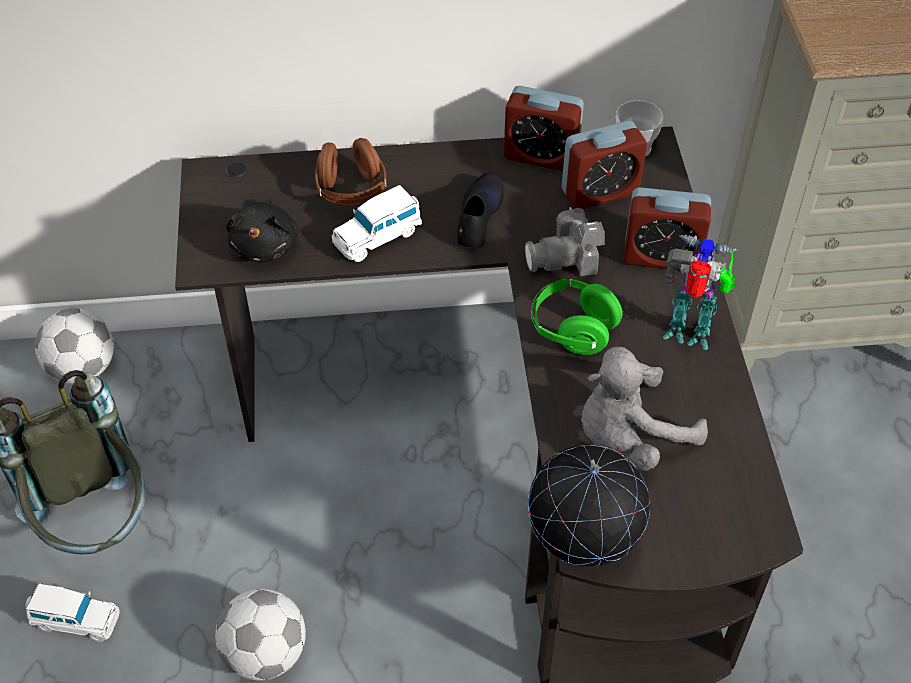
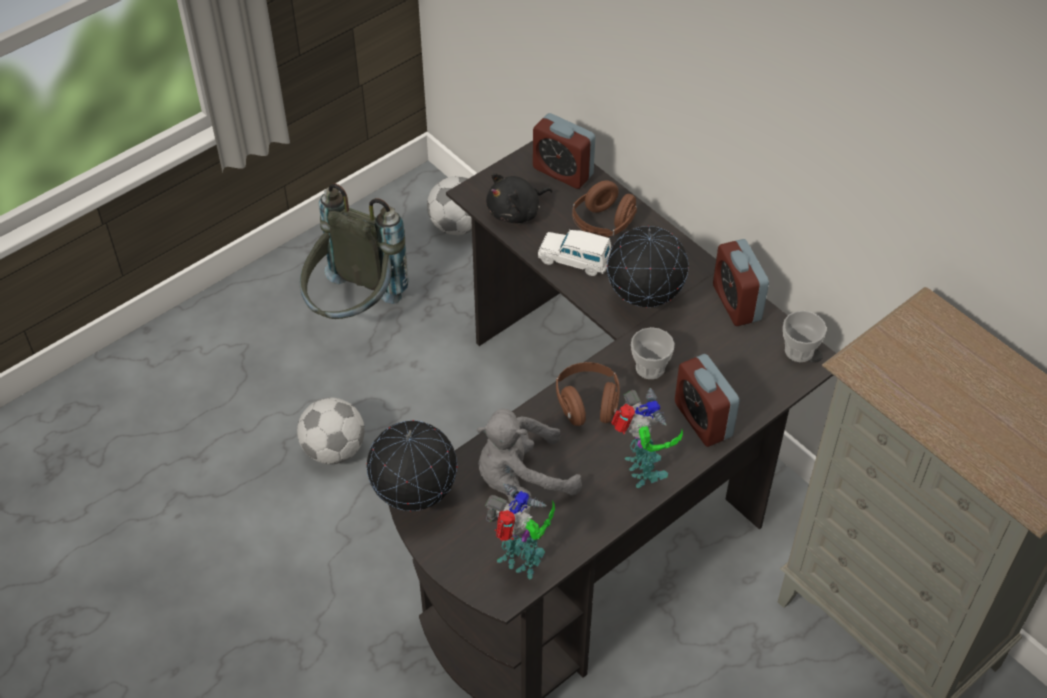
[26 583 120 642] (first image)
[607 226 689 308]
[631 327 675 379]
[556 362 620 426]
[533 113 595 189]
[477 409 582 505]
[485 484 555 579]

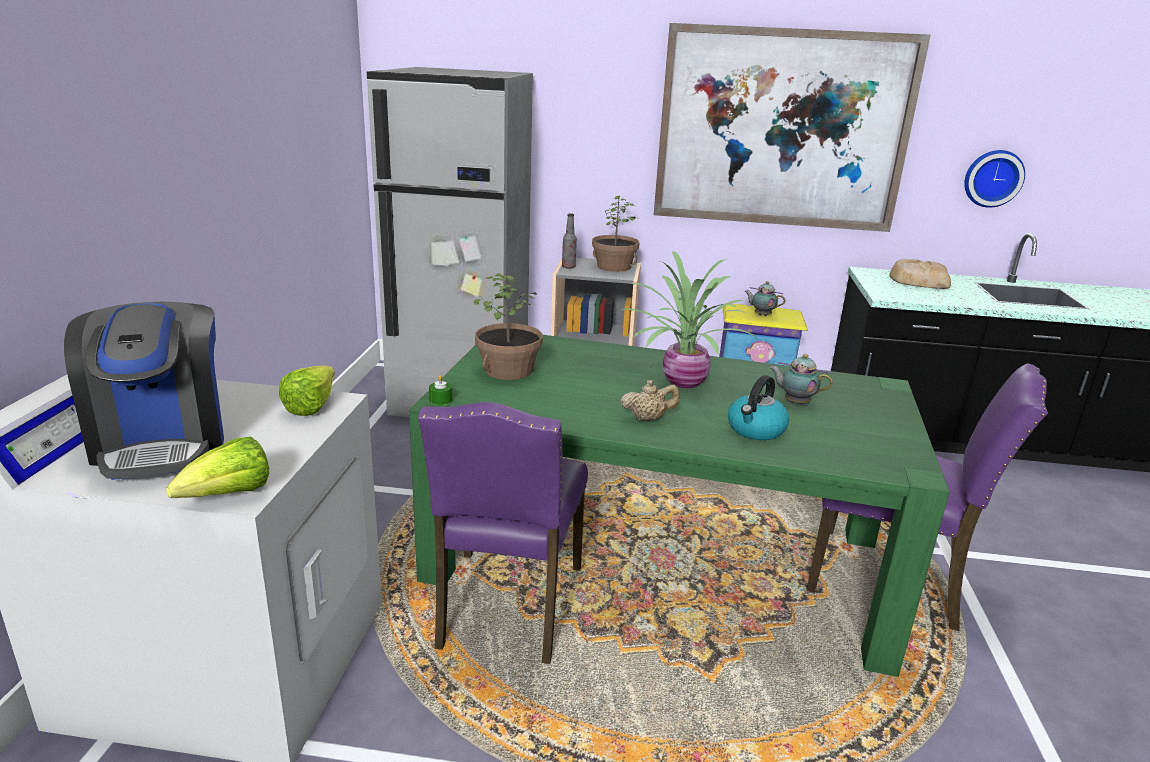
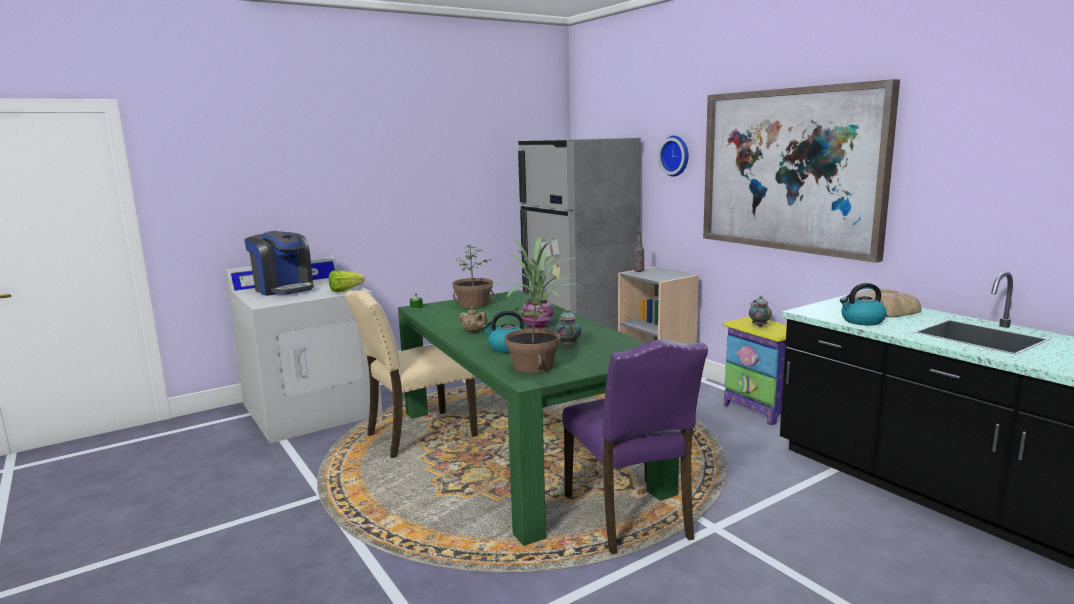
[244 231 314 296]
[166 437 269 498] (first image)
[344 290 478 458]
[505 285 561 373]
[658 136 689 176]
[840 283 887 325]

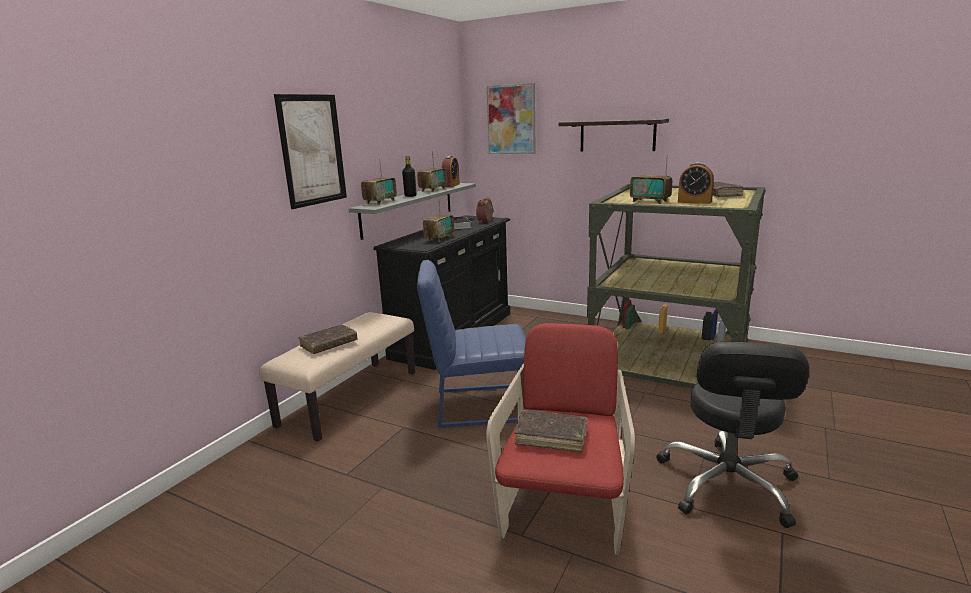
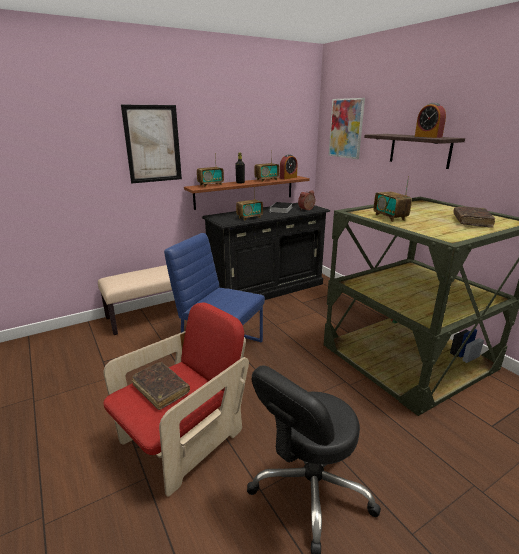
[299 325 358 354] (first image)
[184 176 310 210]
[415 103 446 138]

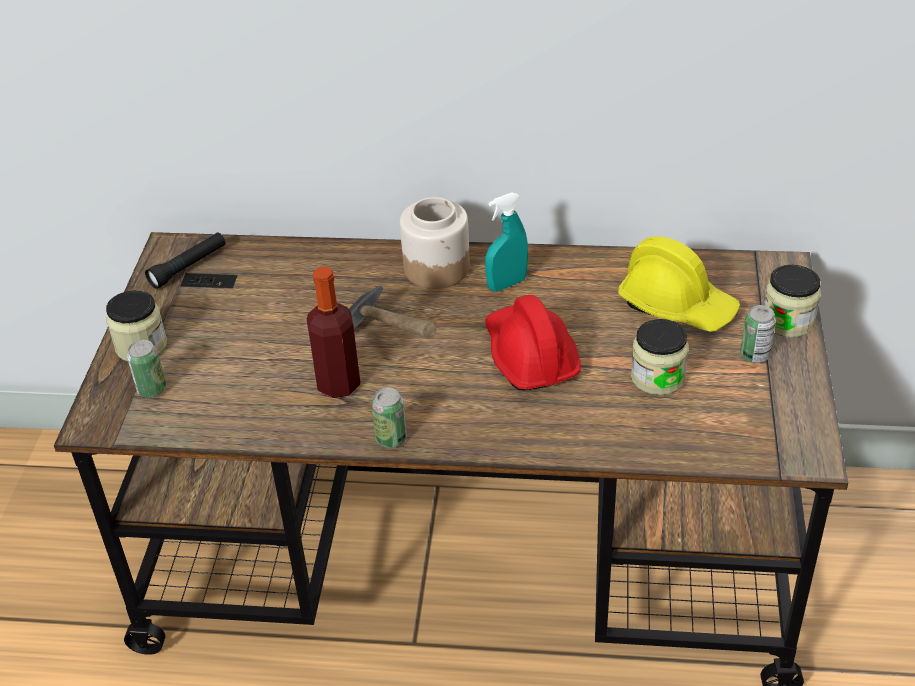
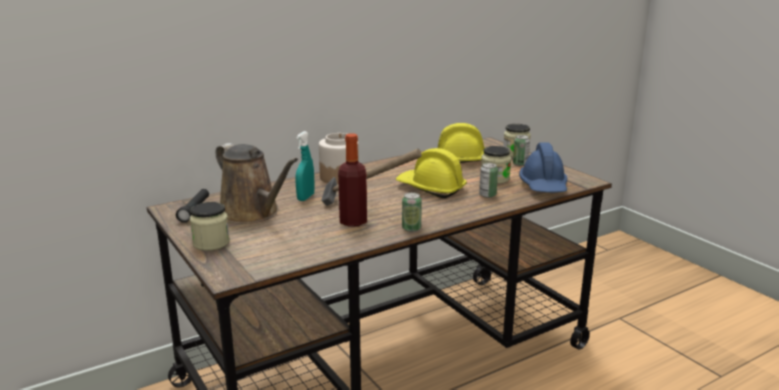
[479 163 498 198]
[295 131 315 201]
[396 148 467 198]
[216 143 298 224]
[519 142 567 193]

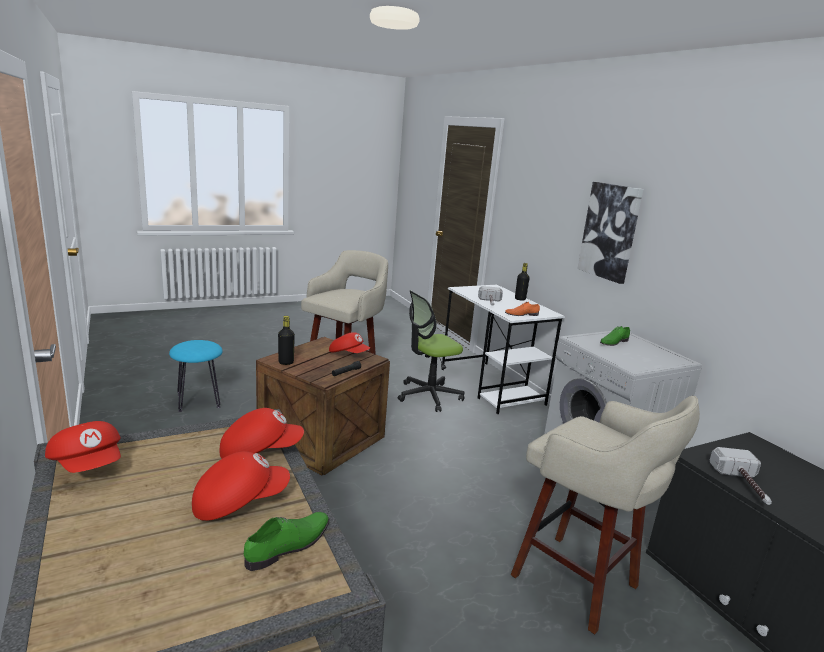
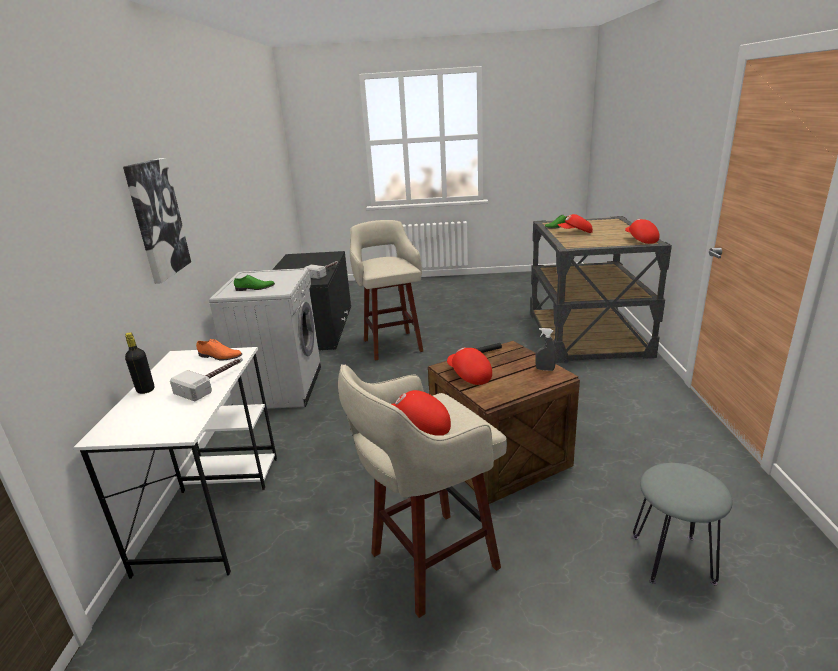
[632 463 733 585]
[392 390 451 436]
[535 328 556 371]
[398 290 464 412] (first image)

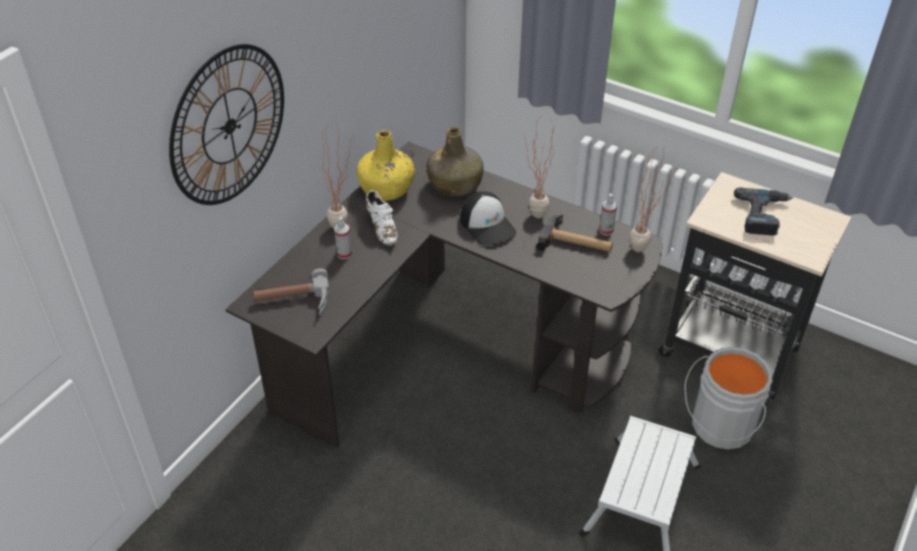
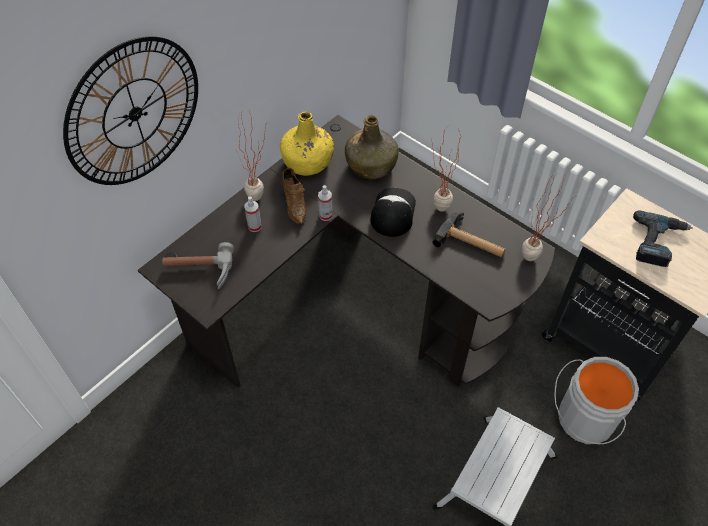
[282 168 307 224]
[371 188 416 237]
[318 185 333 221]

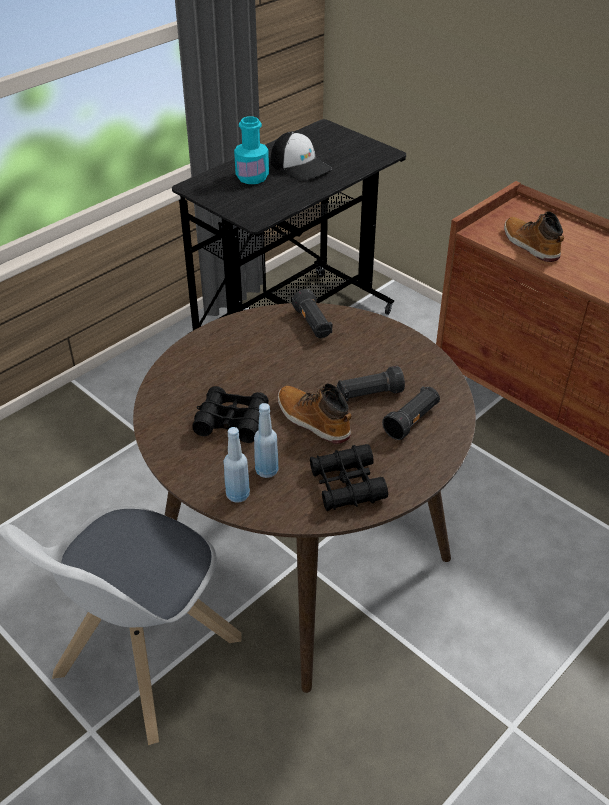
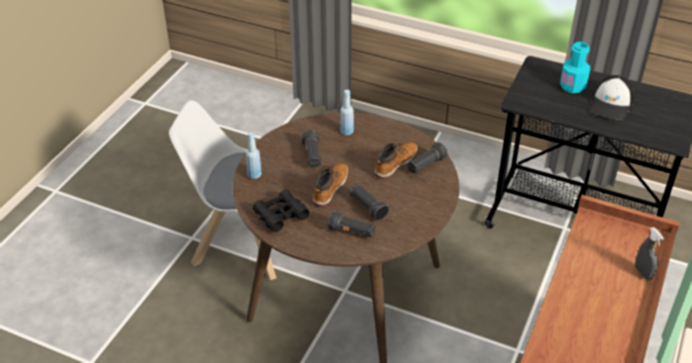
[302 130 322 168]
[340 90 354 135]
[374 142 417 179]
[635 227 664 280]

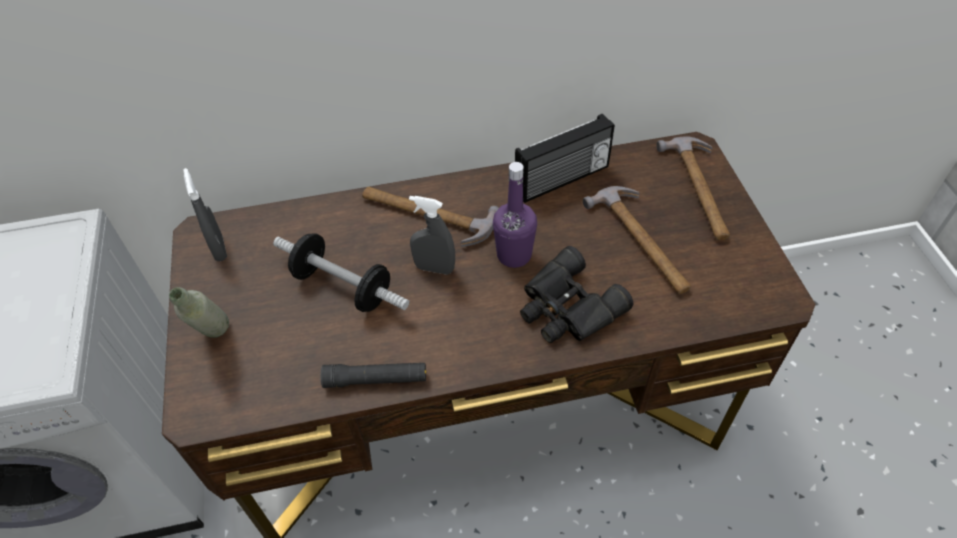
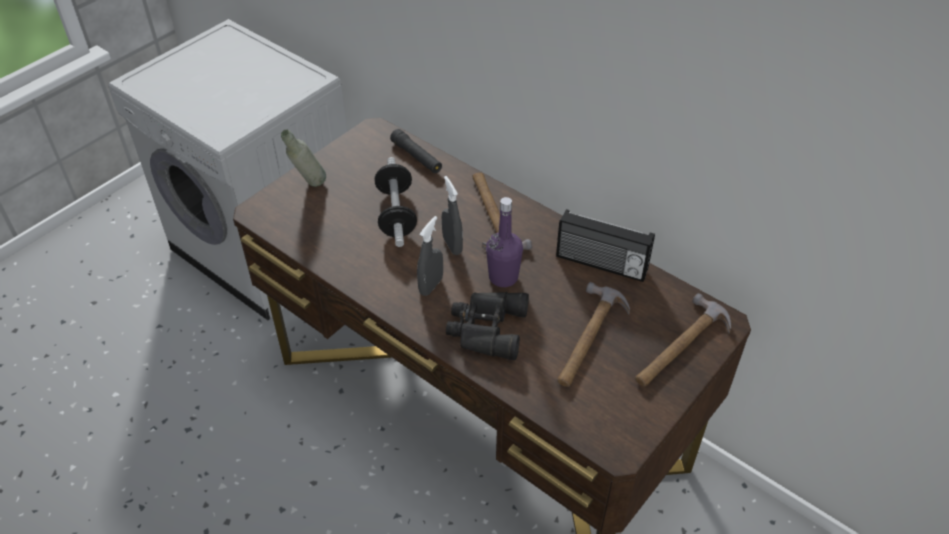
[417 216 443 296]
[390 129 442 173]

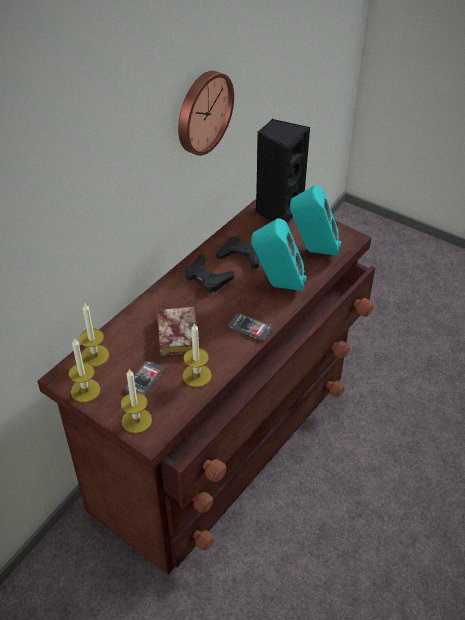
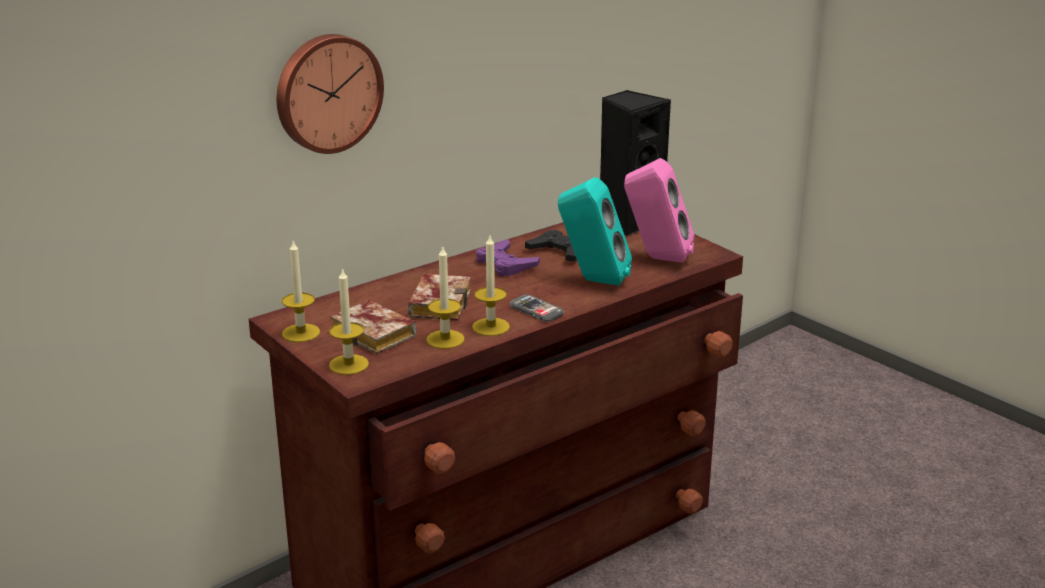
[472 236 510 336]
[330 300 416 354]
[277 34 384 154]
[476 239 540 277]
[624 158 694 263]

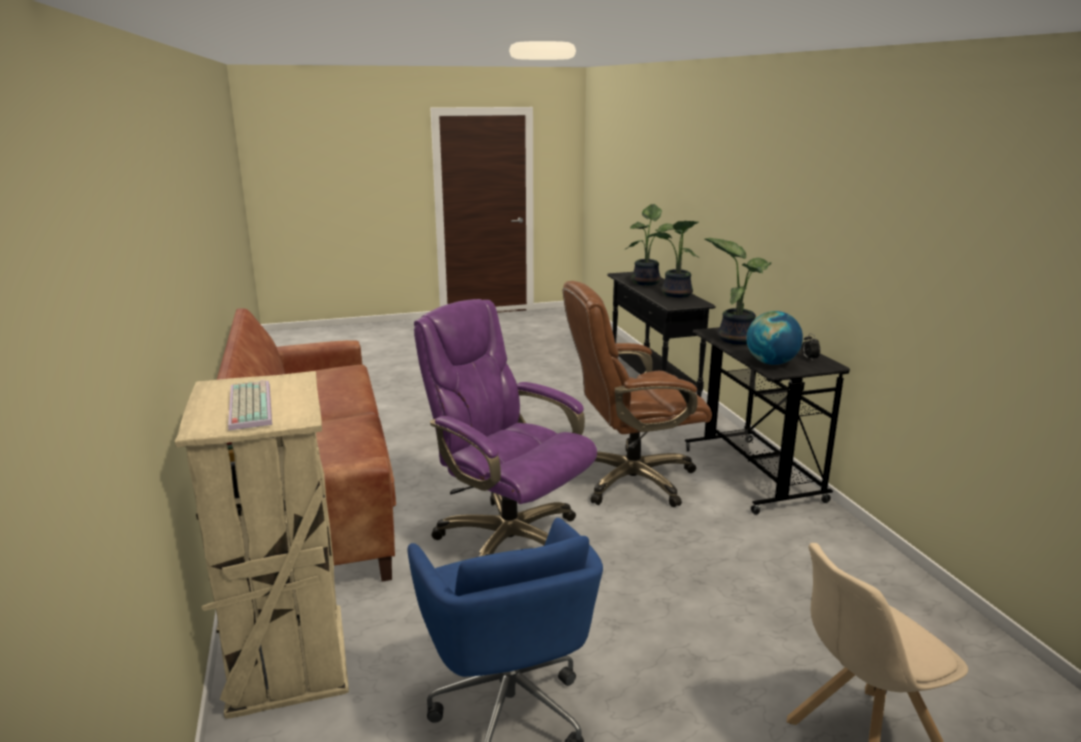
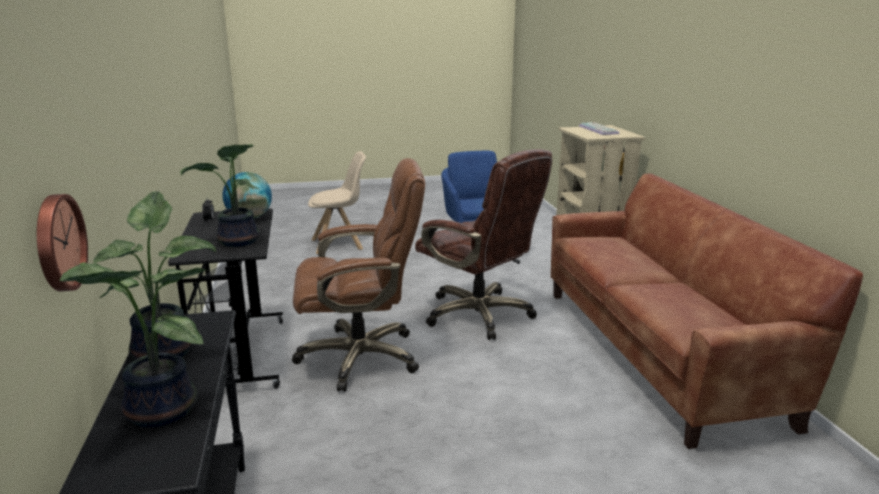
[415 149 552 340]
[37 194 88 292]

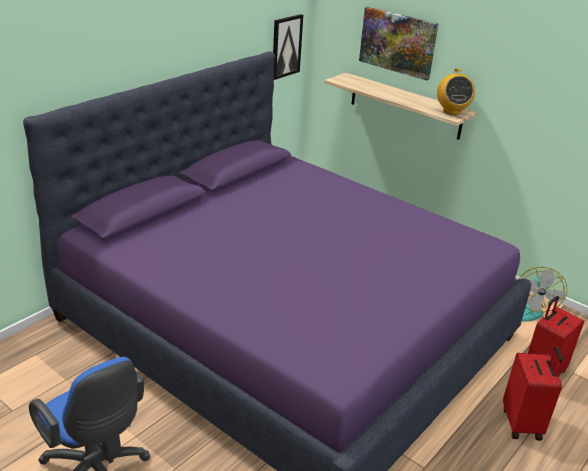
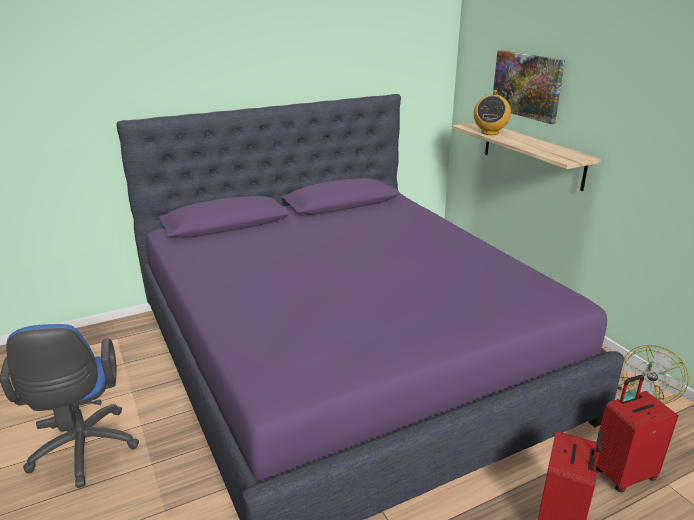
[273 14 303 80] (first image)
[473 90 511 135]

